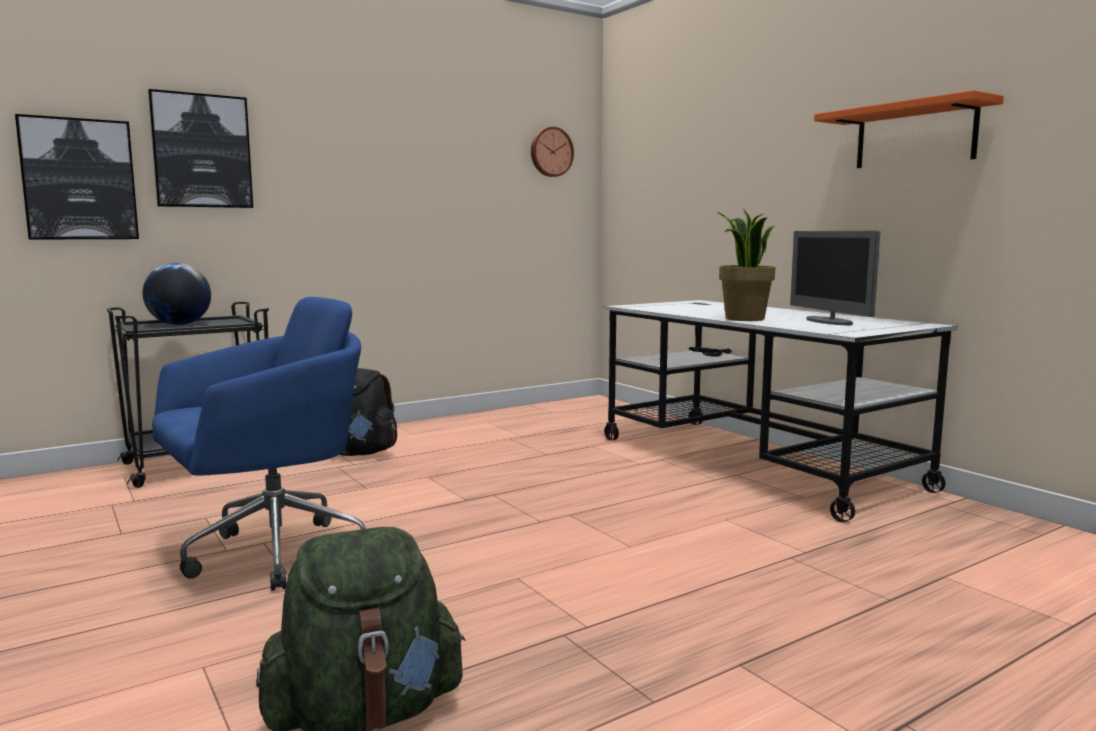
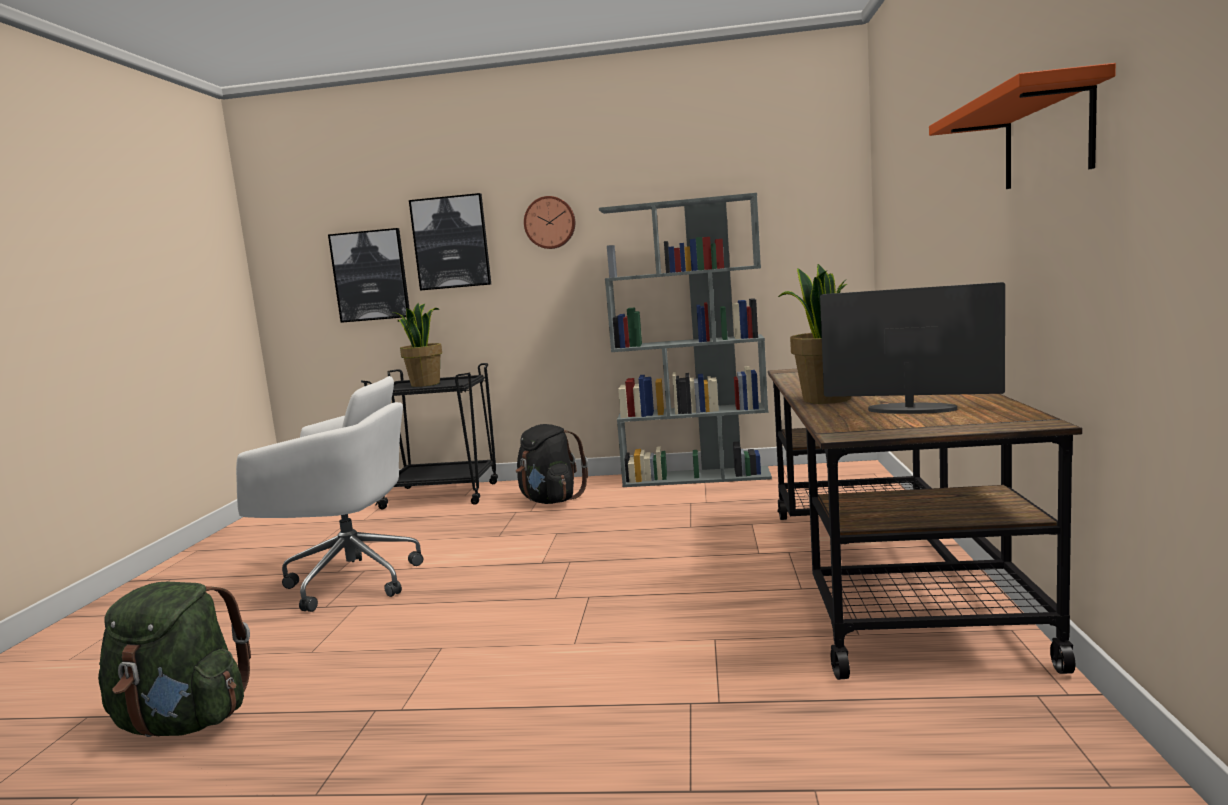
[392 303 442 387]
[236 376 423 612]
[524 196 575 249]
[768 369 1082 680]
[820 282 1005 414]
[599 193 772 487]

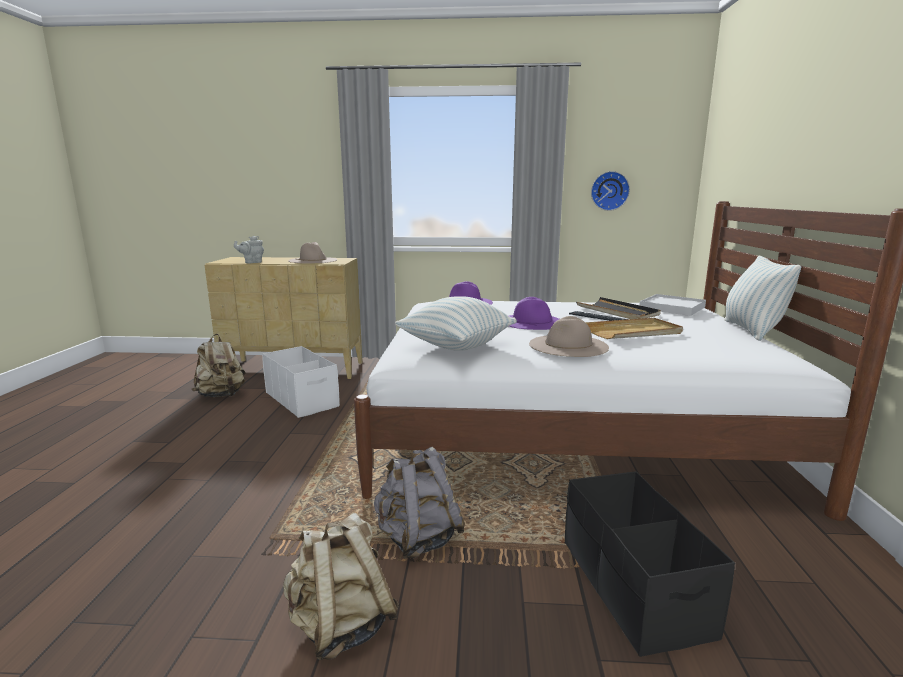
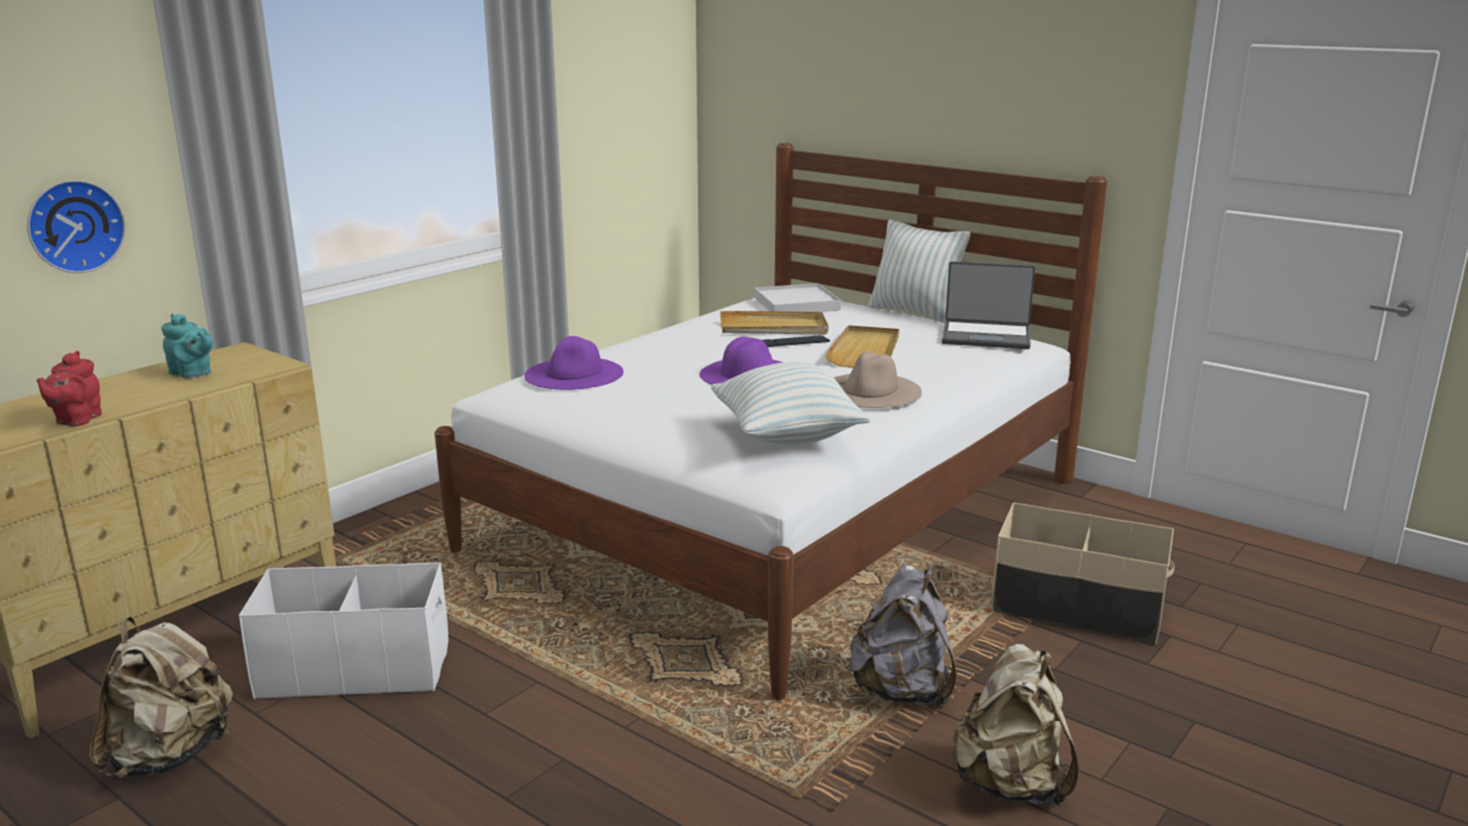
[37 351 102 427]
[161 313 213 378]
[991 502 1175 644]
[720 311 828 335]
[27 180 126 273]
[942 261 1035 349]

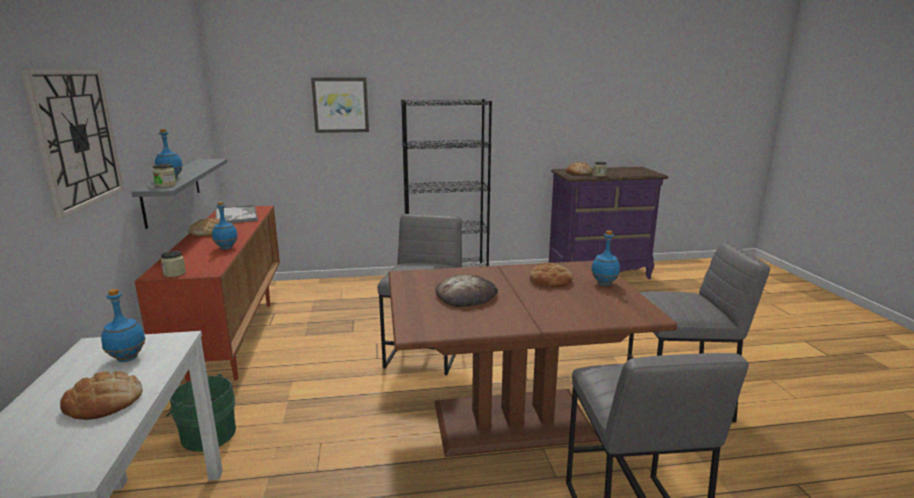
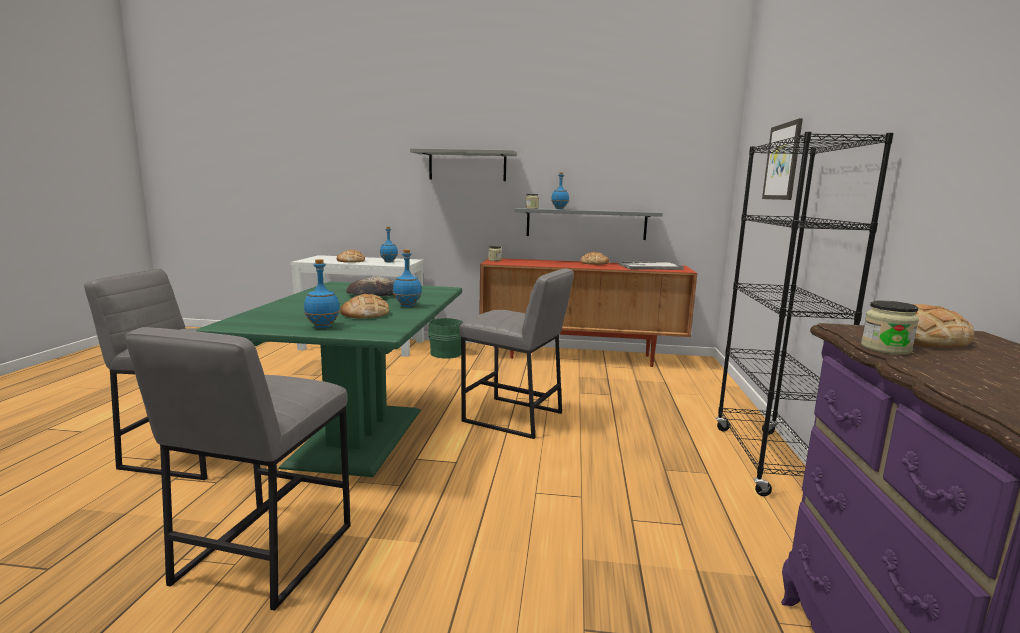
[410 148 517 181]
[393 249 422 307]
[196 281 462 477]

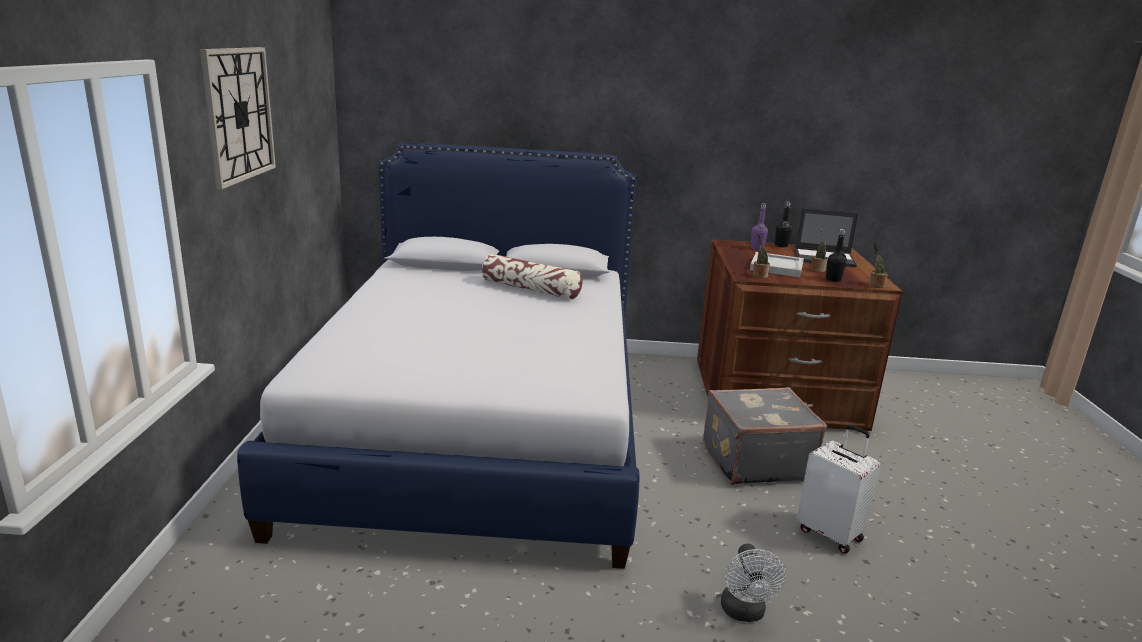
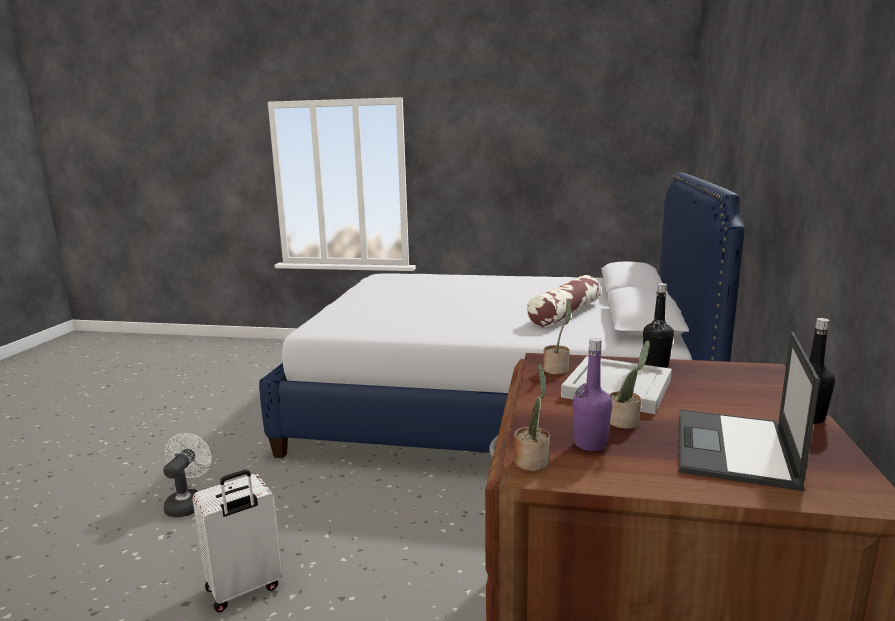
[200 47 276 189] (first image)
[703 387 827 485] (first image)
[163 433 212 517]
[573 338 613 451]
[643 283 674 368]

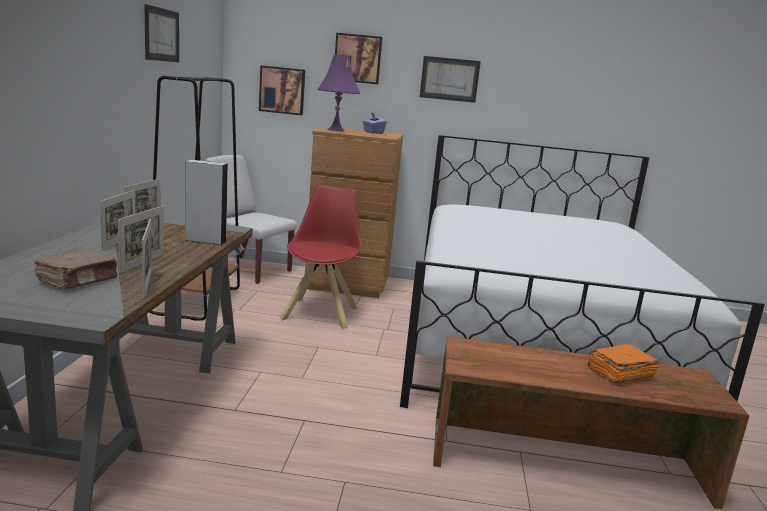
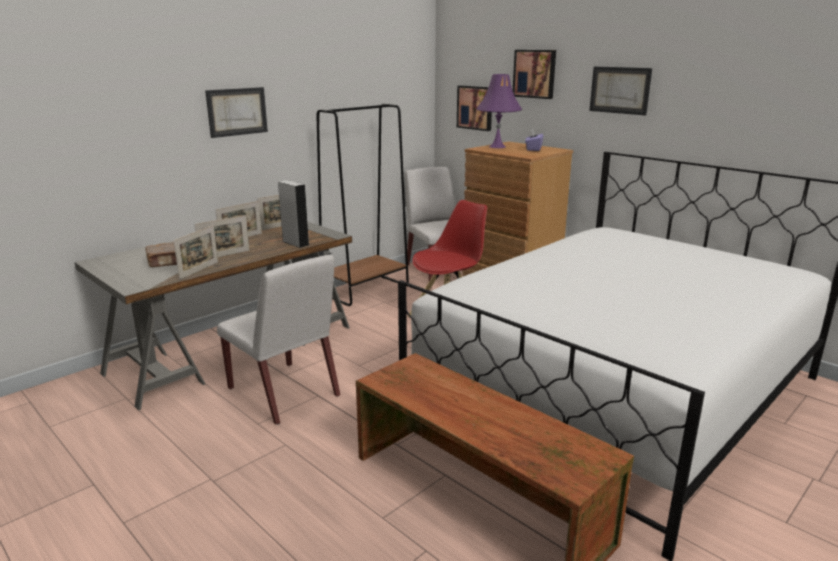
[205 87 268 138]
[587 344 659 384] (first image)
[217 255 340 425]

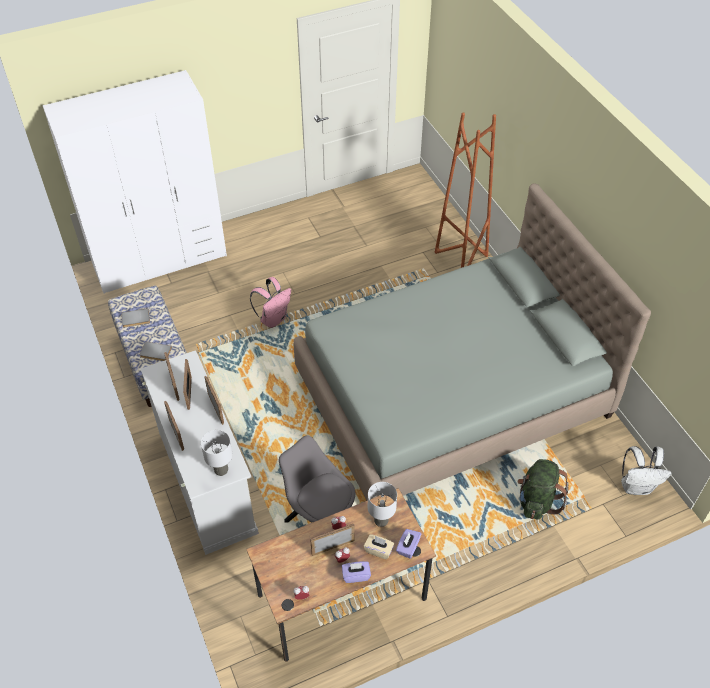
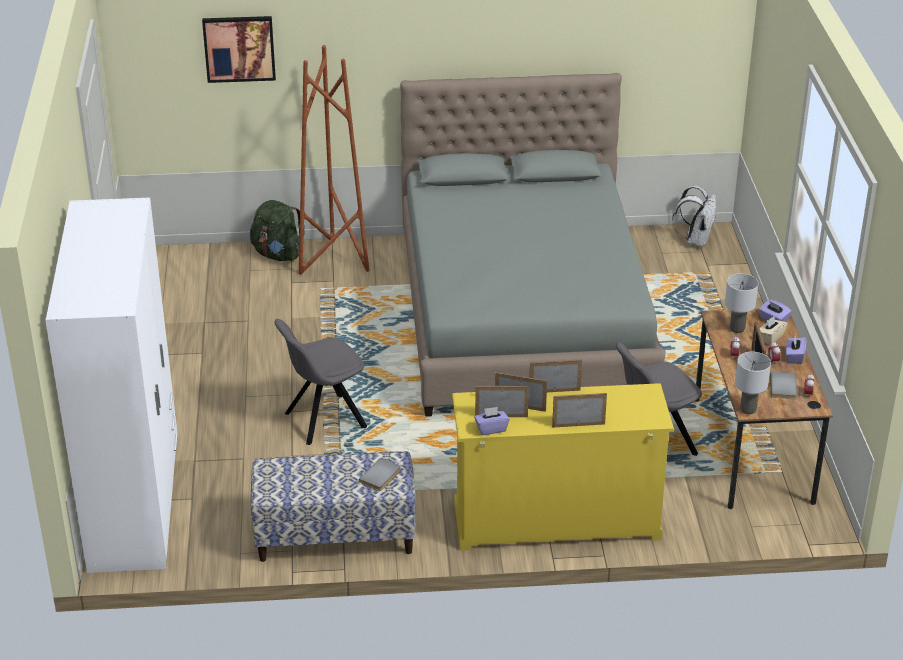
[770 371 797 399]
[452 383 674 551]
[735 352 771 414]
[274 319 367 445]
[250 200 305 261]
[202 16 276 83]
[474 407 510 435]

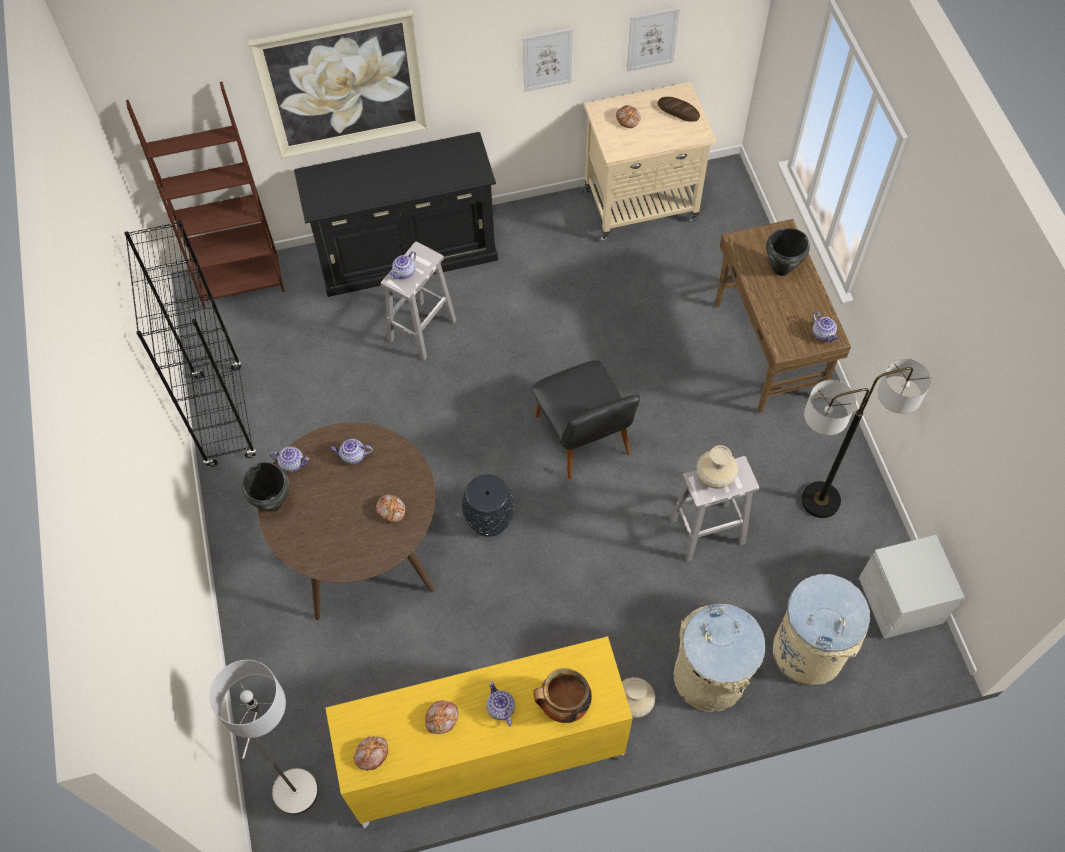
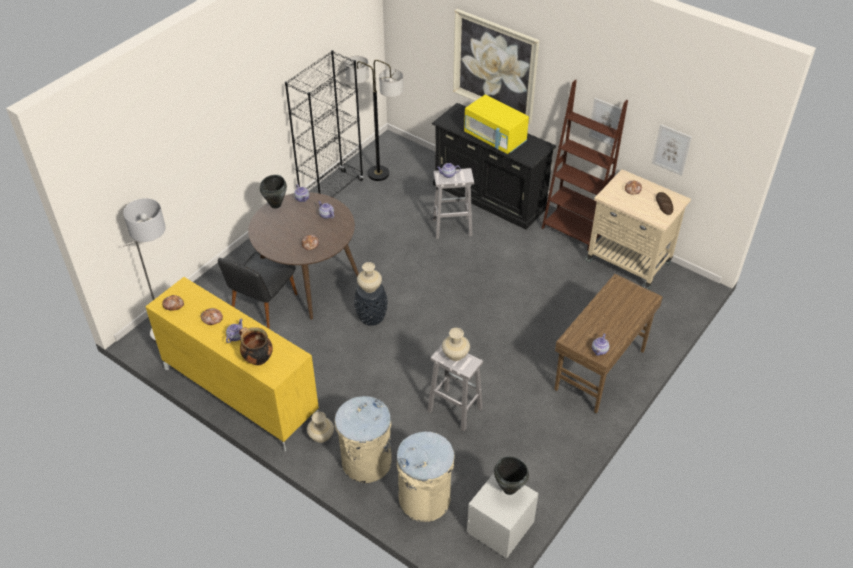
[542 79 628 251]
[218 252 297 329]
[494 456 529 495]
[345 56 403 181]
[357 262 382 293]
[464 95 529 154]

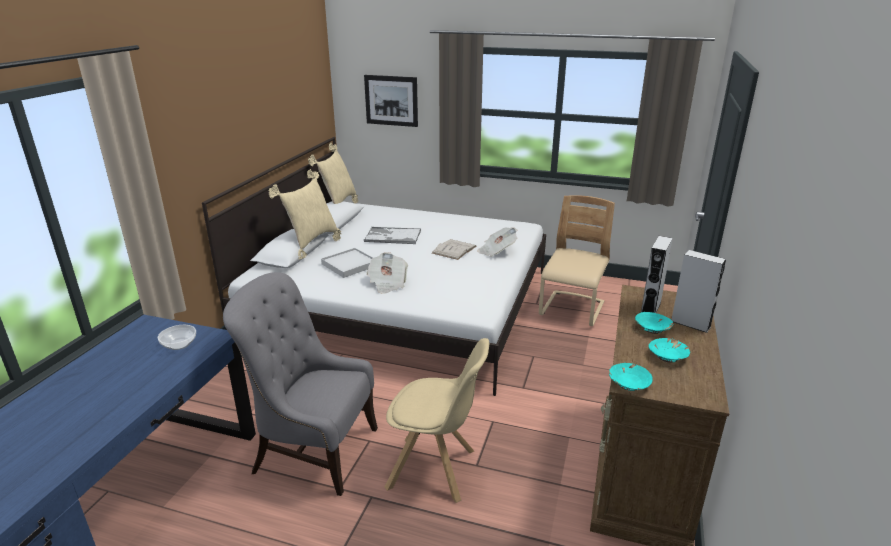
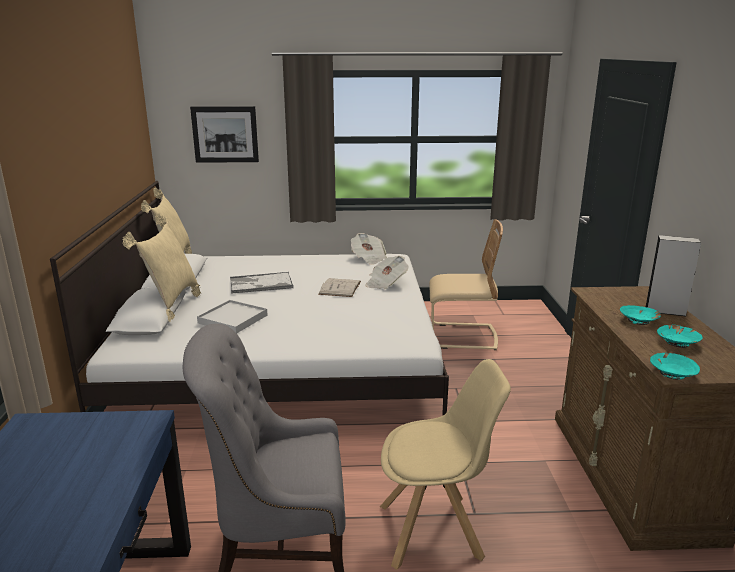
[158 325 196 350] (first image)
[351 233 387 265]
[429 219 503 350]
[641 236 673 313] (first image)

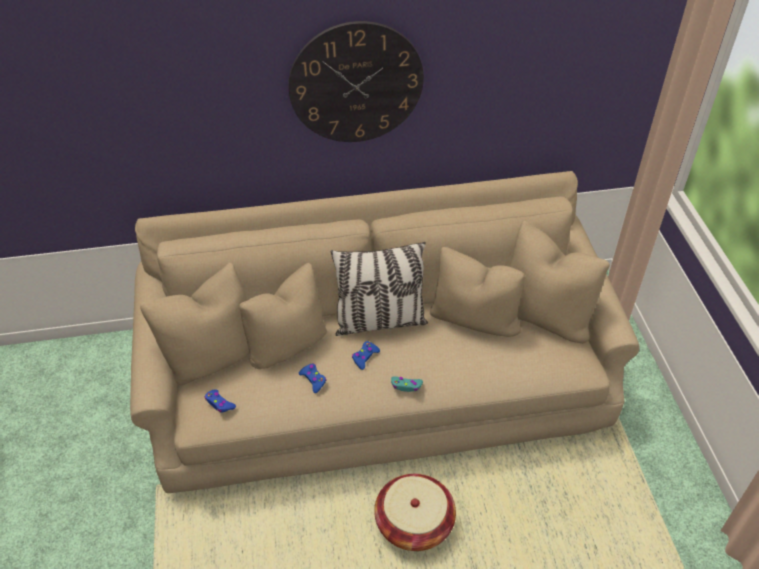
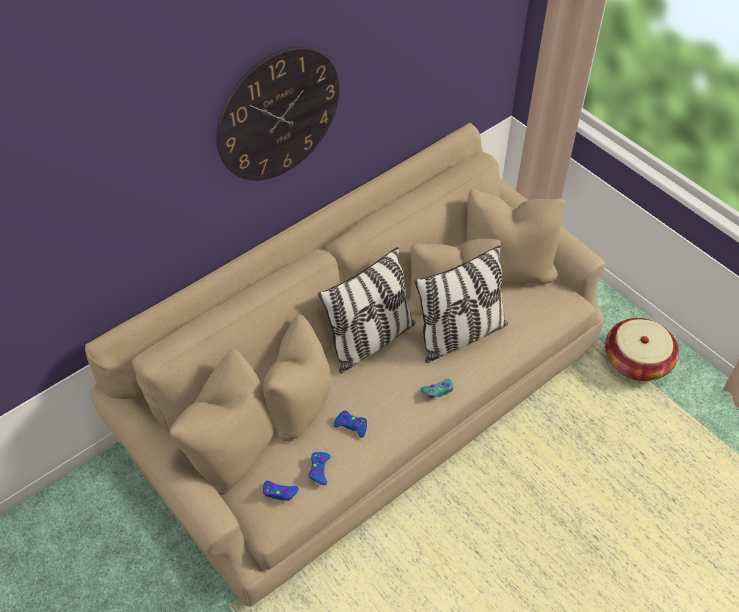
[308 452 331 485]
[605 318 679 381]
[414 245 508 363]

